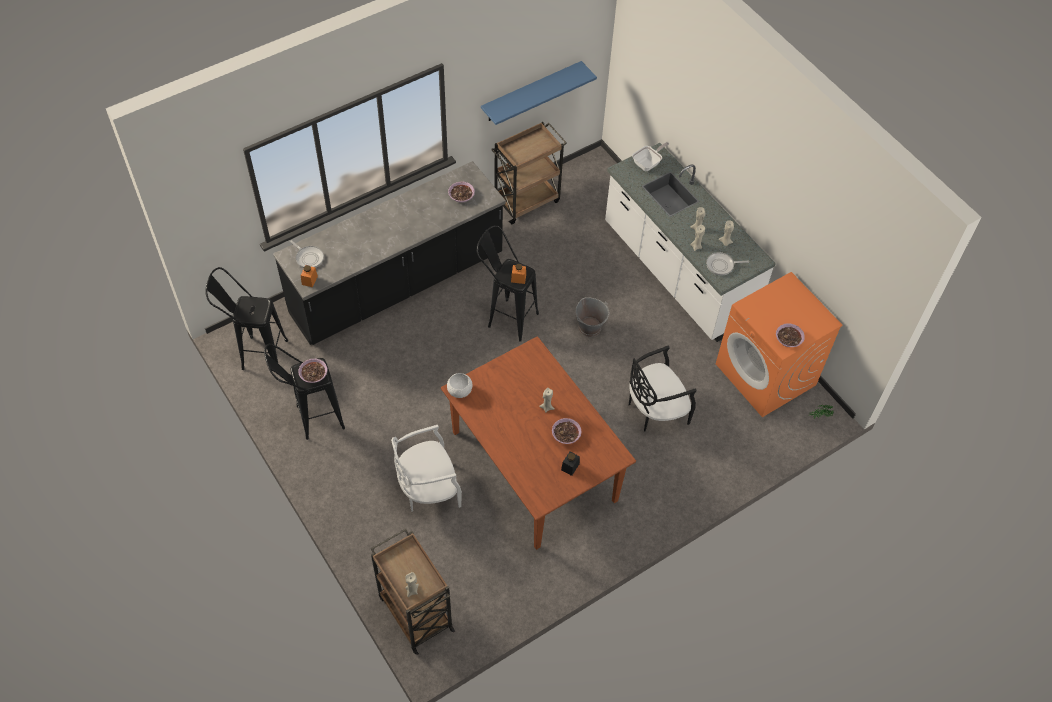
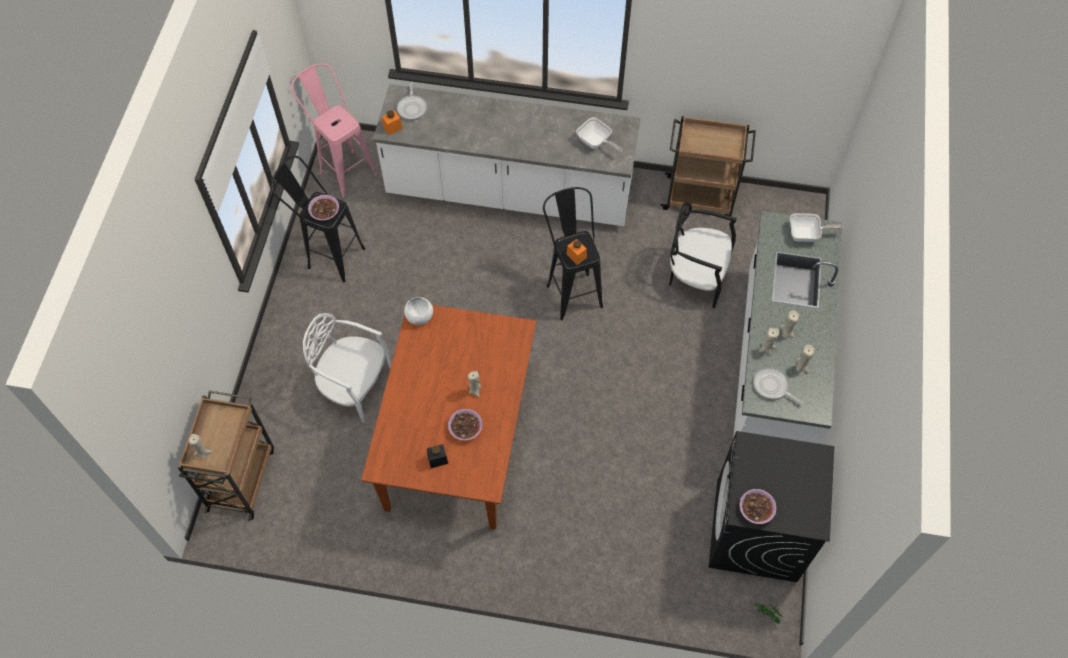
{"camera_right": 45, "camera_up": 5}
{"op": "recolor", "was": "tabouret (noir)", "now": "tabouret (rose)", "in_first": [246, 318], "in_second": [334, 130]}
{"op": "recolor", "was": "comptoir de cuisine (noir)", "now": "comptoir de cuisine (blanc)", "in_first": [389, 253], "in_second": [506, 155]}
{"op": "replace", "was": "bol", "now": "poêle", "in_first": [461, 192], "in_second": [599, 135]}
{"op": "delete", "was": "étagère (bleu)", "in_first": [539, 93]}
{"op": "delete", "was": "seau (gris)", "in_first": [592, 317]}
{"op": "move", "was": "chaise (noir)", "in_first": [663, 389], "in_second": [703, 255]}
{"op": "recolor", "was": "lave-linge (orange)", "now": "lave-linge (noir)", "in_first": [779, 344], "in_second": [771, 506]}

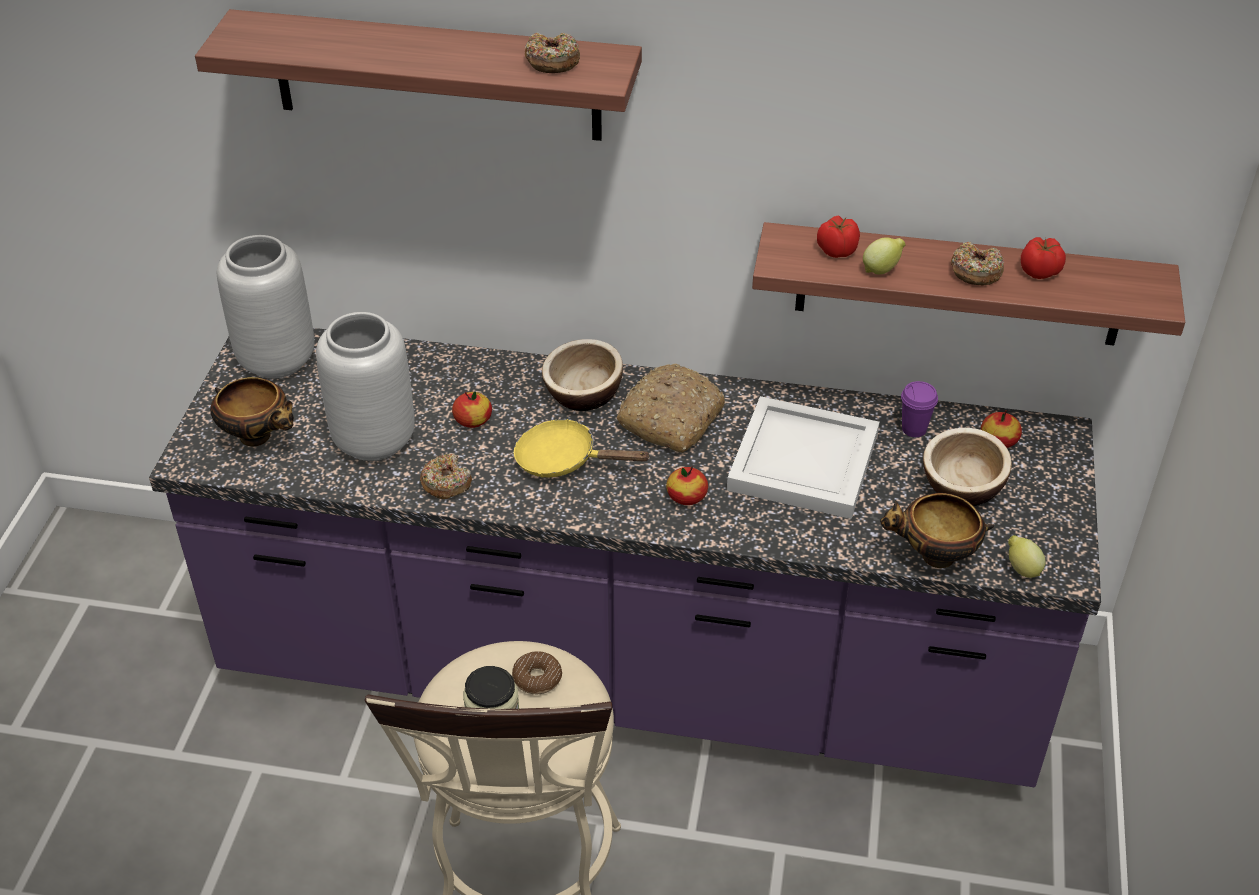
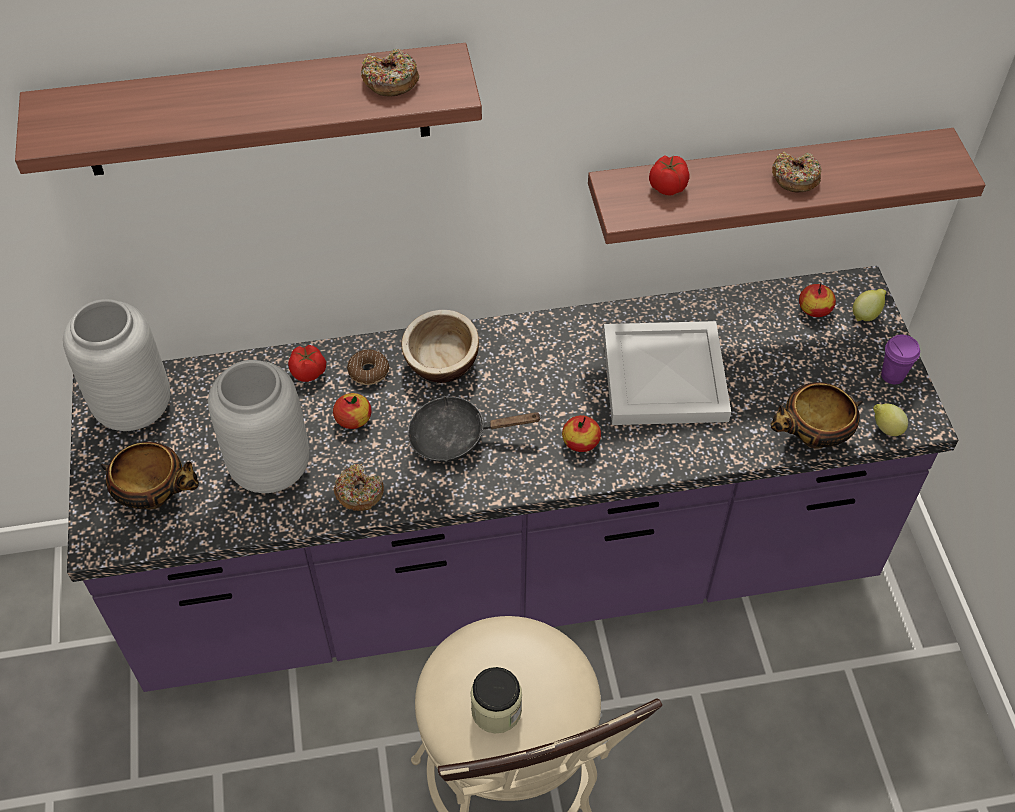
{"camera_right": -20, "camera_up": 10}
{"op": "move", "was": "beignet", "in_first": [537, 672], "in_second": [368, 367]}
{"op": "recolor", "was": "poêle (jaune)", "now": "poêle (noir)", "in_first": [582, 448], "in_second": [474, 429]}
{"op": "delete", "was": "pain", "in_first": [671, 408]}
{"op": "move", "was": "citron", "in_first": [884, 256], "in_second": [869, 305]}
{"op": "move", "was": "tasse (violet)", "in_first": [919, 409], "in_second": [900, 359]}
{"op": "delete", "was": "bol", "in_first": [967, 467]}
{"op": "move", "was": "tomate", "in_first": [1043, 258], "in_second": [307, 363]}

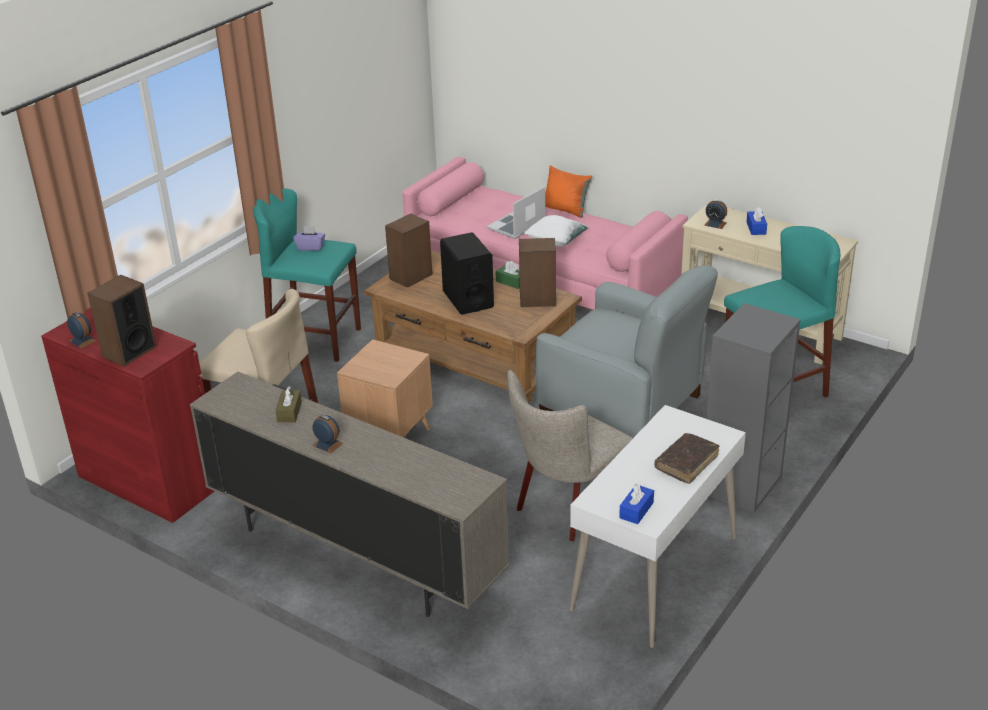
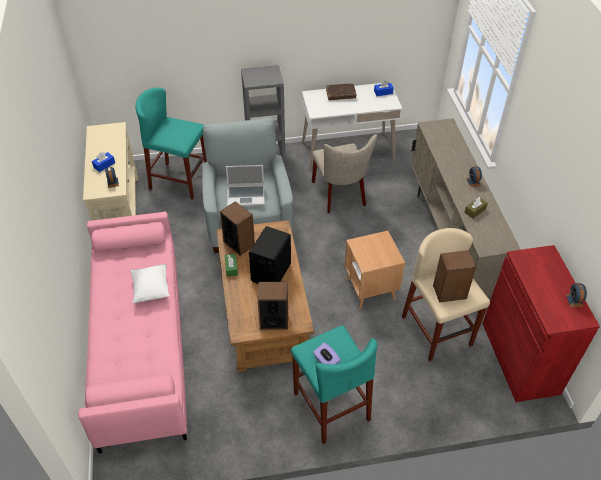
{"camera_right": -135, "camera_up": 15}
{"op": "move", "was": "enceinte", "in_first": [122, 321], "in_second": [454, 276]}
{"op": "move", "was": "ordinateur portable", "in_first": [516, 212], "in_second": [245, 185]}
{"op": "rotate", "was": "chaise (beige)", "in_first": [570, 455], "in_second": [344, 173], "clockwise": 75}
{"op": "delete", "was": "coussin (orange)", "in_first": [568, 191]}

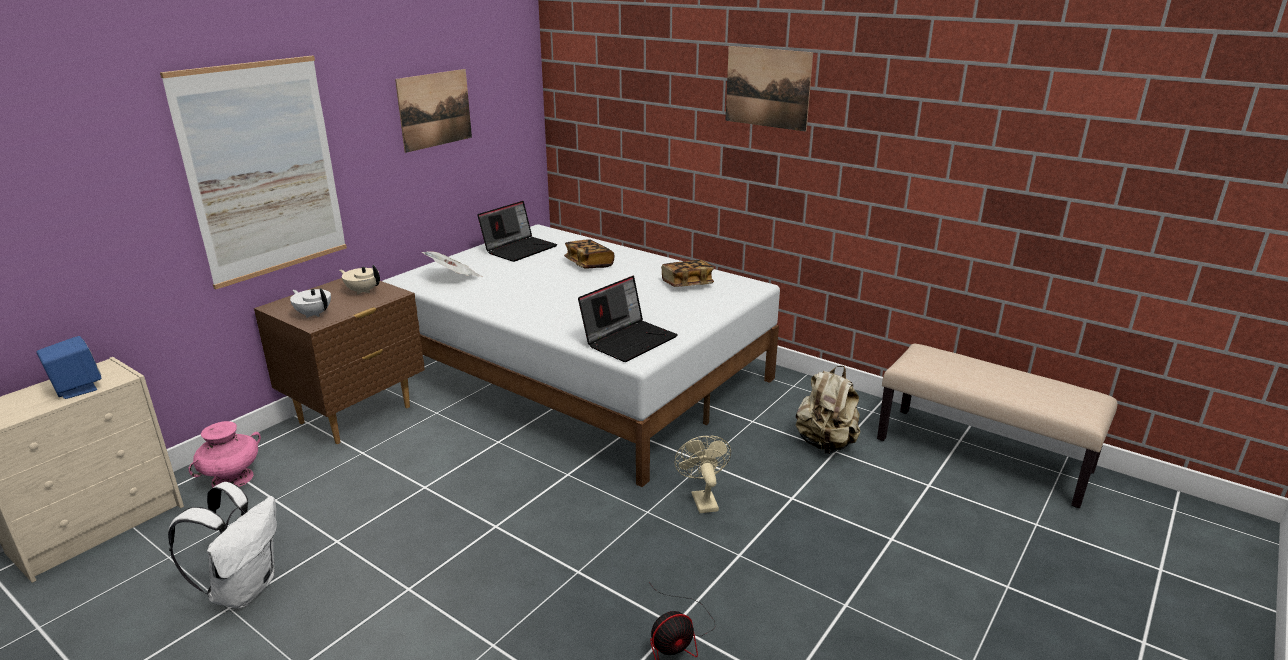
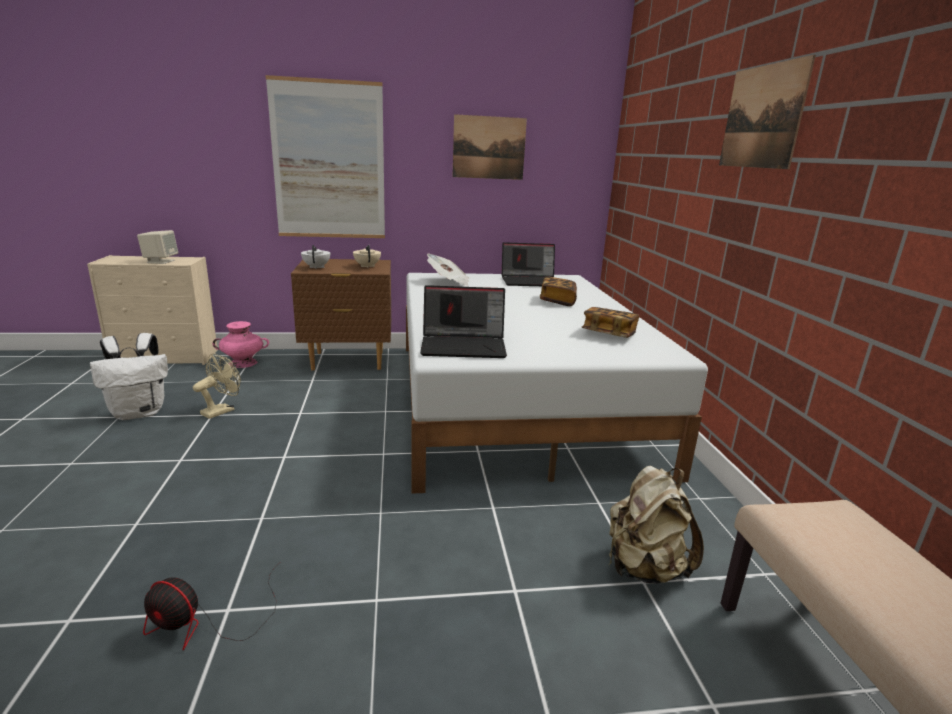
{"camera_right": 45, "camera_up": -5}
{"op": "recolor", "was": "enceinte (bleu)", "now": "enceinte (beige)", "in_first": [69, 367], "in_second": [157, 247]}
{"op": "move", "was": "ventilateur (beige)", "in_first": [702, 474], "in_second": [217, 386]}

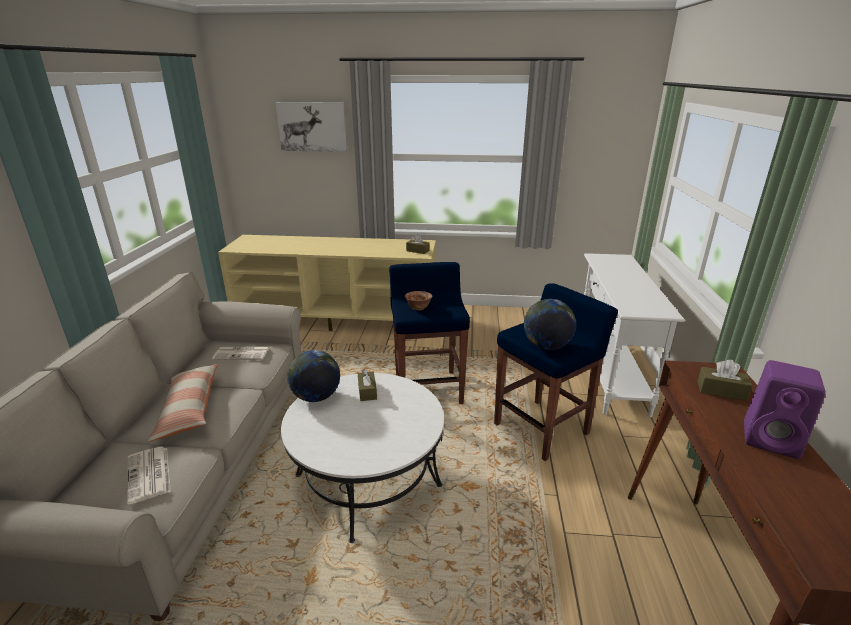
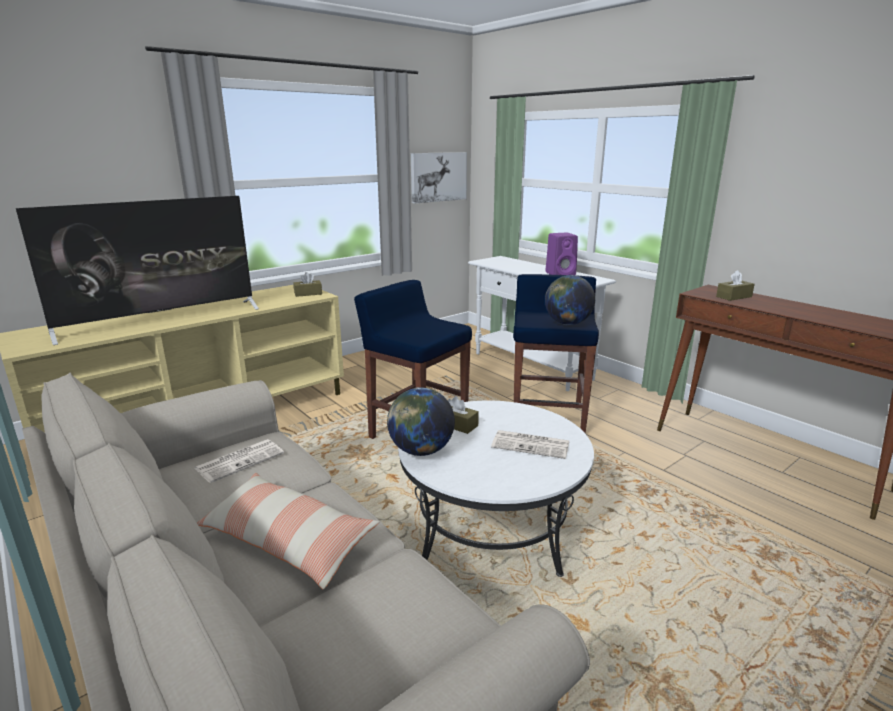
{"camera_right": -45, "camera_up": -5}
{"op": "move", "was": "journal", "in_first": [149, 475], "in_second": [530, 444]}
{"op": "move", "was": "tableau", "in_first": [311, 127], "in_second": [439, 178]}
{"op": "delete", "was": "bol", "in_first": [419, 301]}
{"op": "move", "was": "enceinte (violet)", "in_first": [785, 409], "in_second": [561, 254]}
{"op": "insert", "now": "téléviseur", "in_second": [137, 270]}

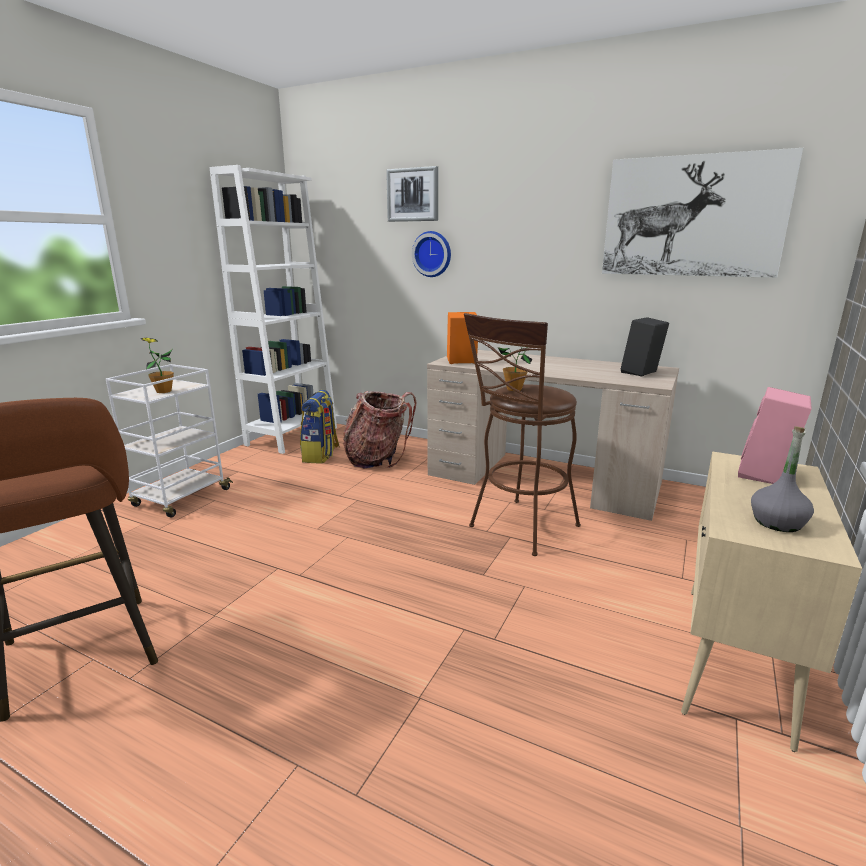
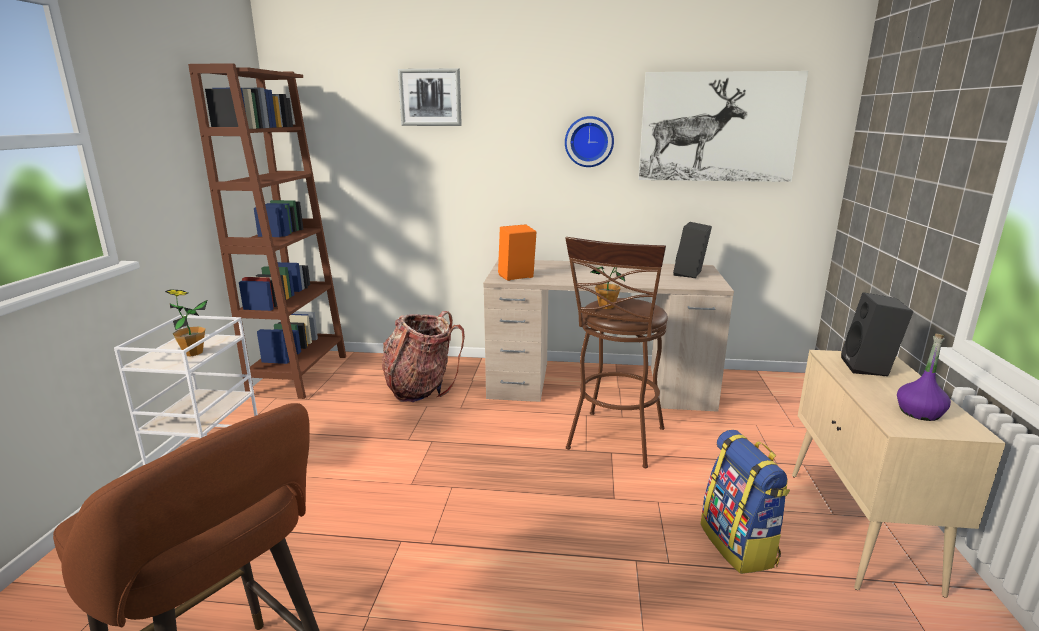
{"camera_right": -20, "camera_up": 0}
{"op": "recolor", "was": "bibliothèque (blanc)", "now": "bibliothèque (marron)", "in_first": [273, 309], "in_second": [267, 231]}
{"op": "move", "was": "sac à dos", "in_first": [320, 427], "in_second": [745, 502]}
{"op": "move", "was": "horloge murale", "in_first": [431, 254], "in_second": [589, 141]}
{"op": "recolor", "was": "enceinte (rose)", "now": "enceinte (noir)", "in_first": [775, 435], "in_second": [877, 334]}
{"op": "recolor", "was": "bouteille (gris)", "now": "bouteille (violet)", "in_first": [782, 479], "in_second": [924, 377]}

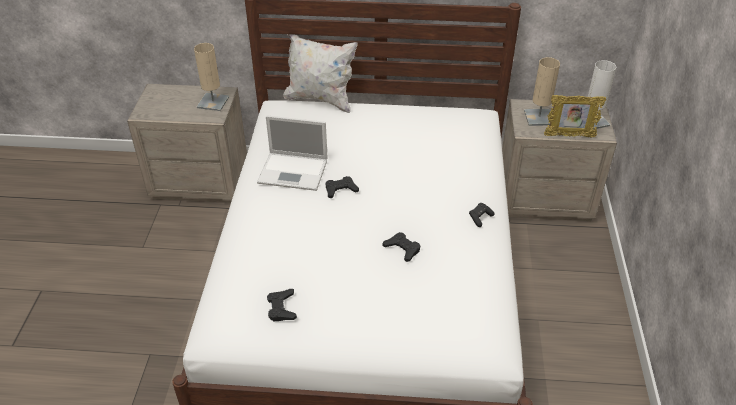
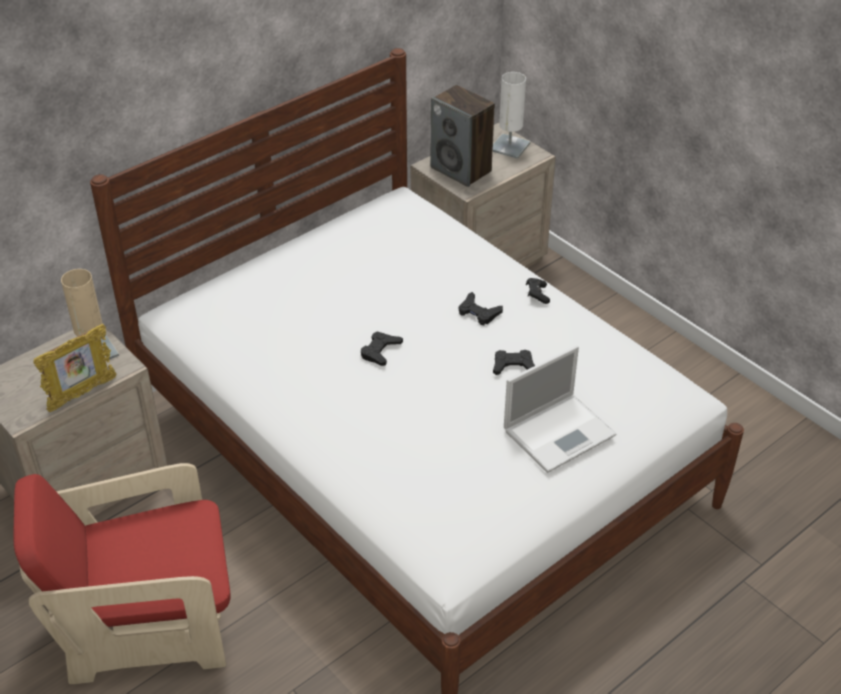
{"camera_right": -45, "camera_up": 0}
{"op": "move", "was": "ordinateur portable", "in_first": [292, 153], "in_second": [560, 409]}
{"op": "move", "was": "manette (noir)", "in_first": [282, 305], "in_second": [481, 308]}
{"op": "delete", "was": "coussin (blanc)", "in_first": [320, 73]}
{"op": "replace", "was": "lampe de table (beige)", "now": "enceinte", "in_first": [542, 91], "in_second": [463, 136]}
{"op": "move", "was": "cadre photo", "in_first": [575, 116], "in_second": [74, 368]}
{"op": "insert", "now": "fauteuil (rouge)", "in_second": [122, 573]}

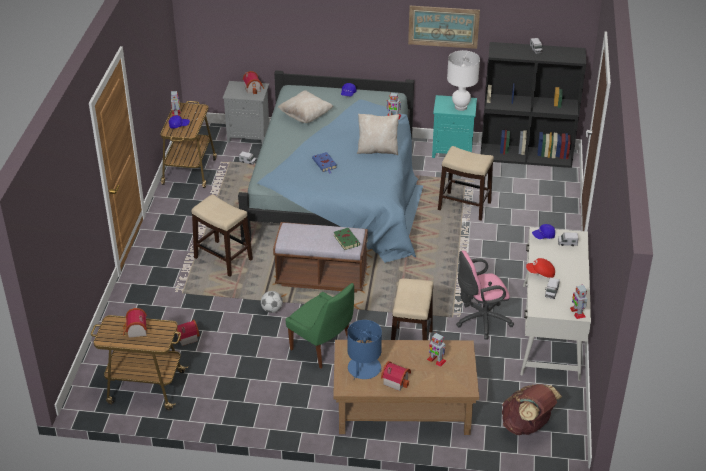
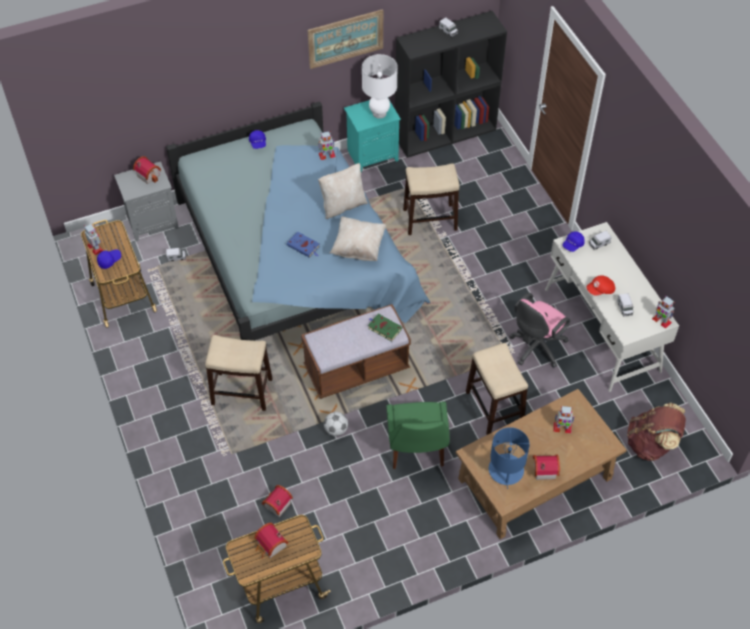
{"camera_right": -30, "camera_up": 15}
{"op": "move", "was": "coussin (beige)", "in_first": [305, 106], "in_second": [358, 239]}
{"op": "rotate", "was": "chaise (vert)", "in_first": [319, 326], "in_second": [418, 435], "clockwise": 75}

